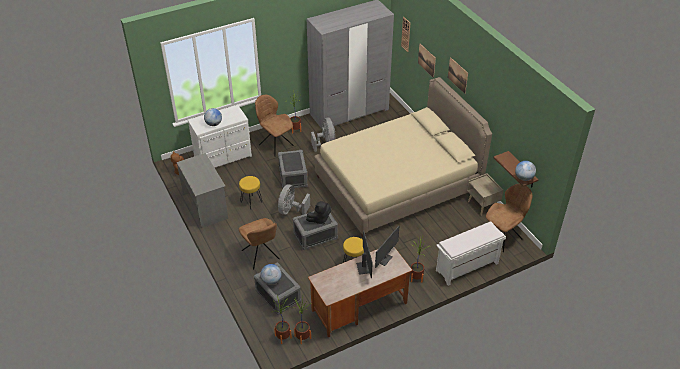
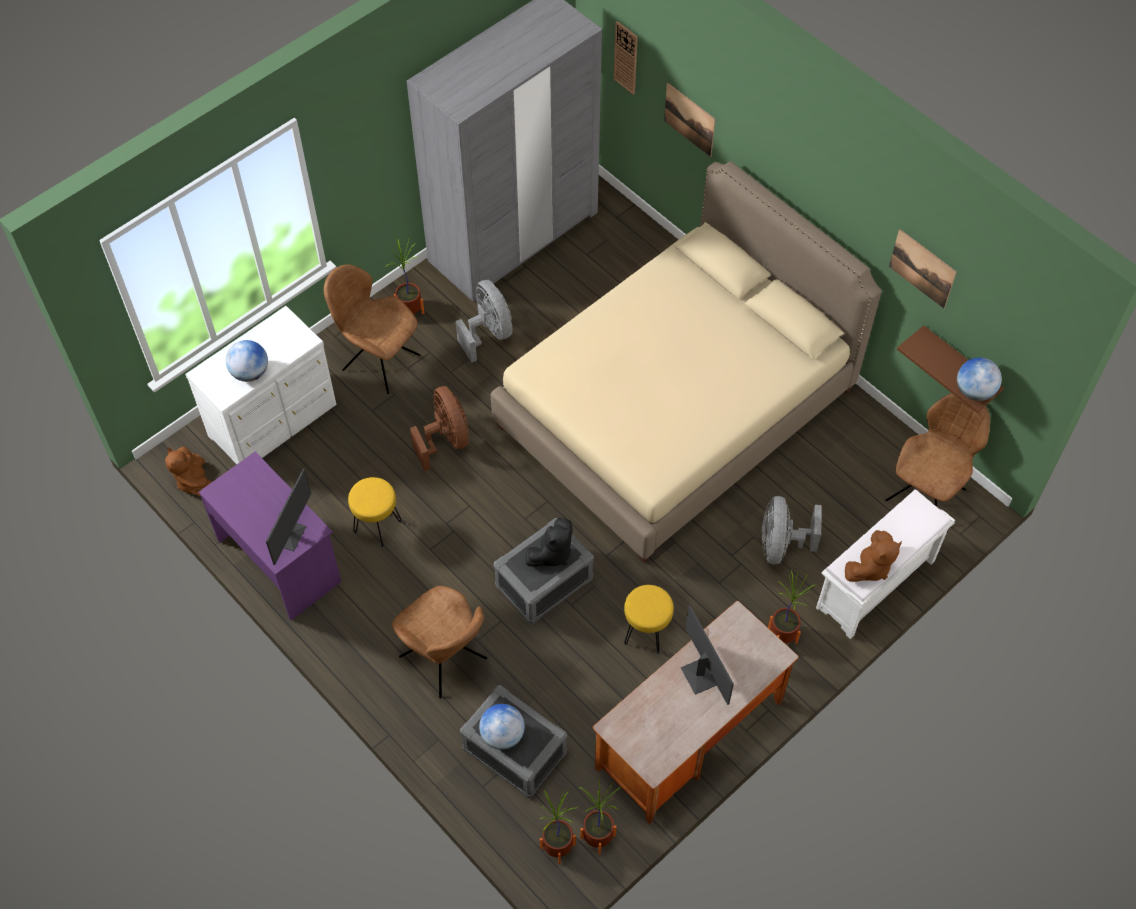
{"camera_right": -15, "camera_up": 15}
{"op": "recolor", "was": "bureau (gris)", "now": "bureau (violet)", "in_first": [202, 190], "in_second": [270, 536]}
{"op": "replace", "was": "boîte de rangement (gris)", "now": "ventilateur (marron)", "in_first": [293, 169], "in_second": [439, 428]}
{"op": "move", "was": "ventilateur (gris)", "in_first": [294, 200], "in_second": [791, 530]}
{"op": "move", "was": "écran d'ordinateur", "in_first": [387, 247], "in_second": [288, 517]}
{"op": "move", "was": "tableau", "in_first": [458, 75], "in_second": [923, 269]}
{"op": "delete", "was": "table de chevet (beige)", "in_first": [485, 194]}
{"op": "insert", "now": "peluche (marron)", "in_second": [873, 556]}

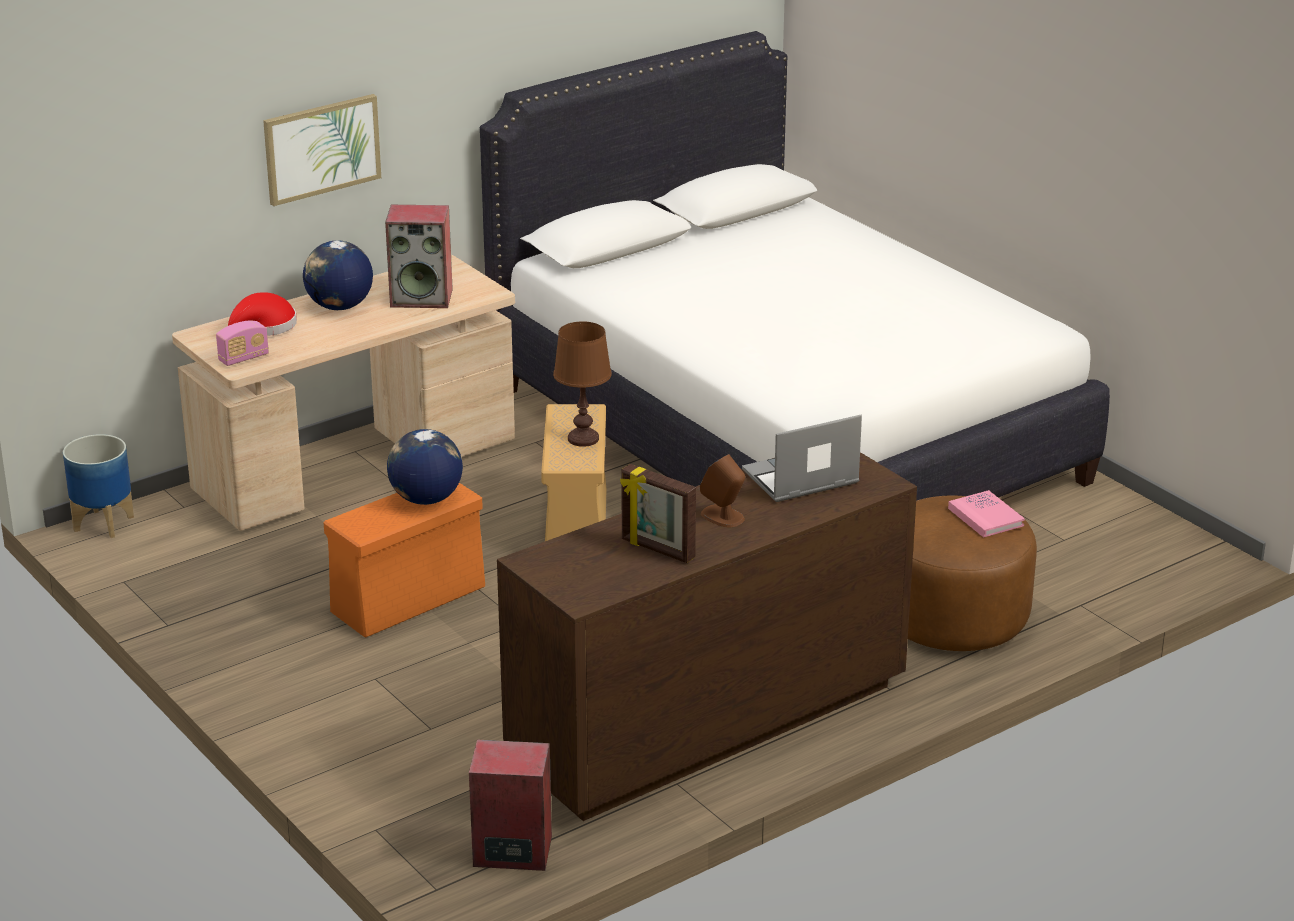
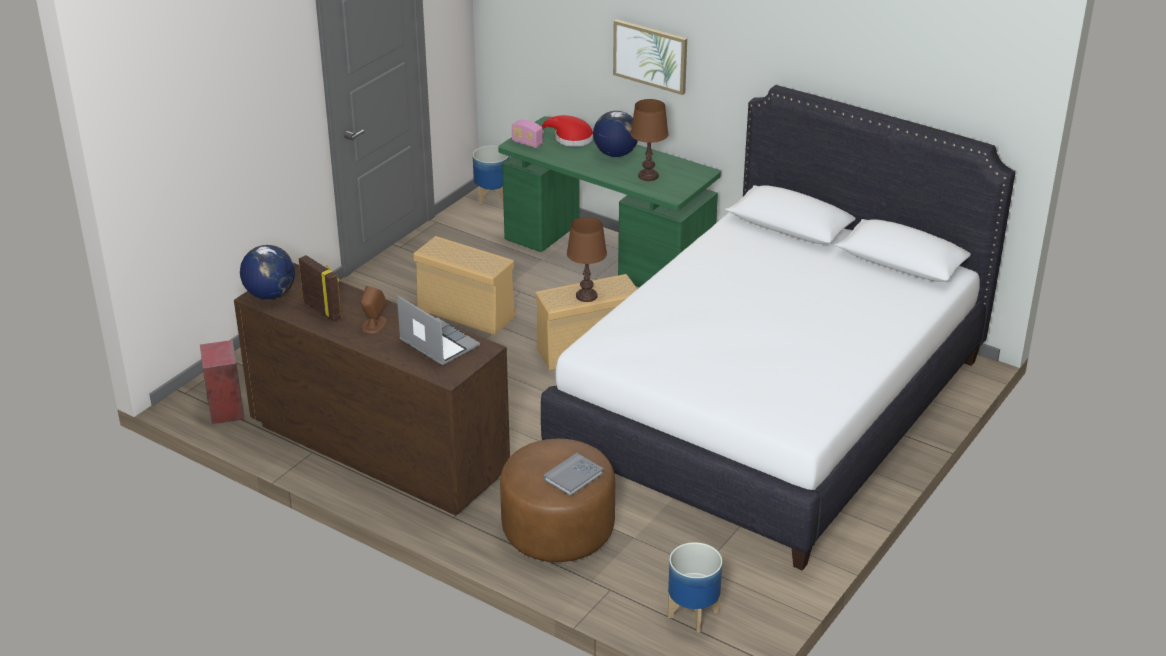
{"camera_right": 70, "camera_up": 5}
{"op": "recolor", "was": "bureau (beige)", "now": "bureau (vert)", "in_first": [343, 392], "in_second": [609, 201]}
{"op": "recolor", "was": "boîte de rangement (orange)", "now": "boîte de rangement (beige)", "in_first": [404, 560], "in_second": [464, 285]}
{"op": "replace", "was": "enceinte", "now": "lampe de table (marron)", "in_first": [419, 256], "in_second": [649, 140]}
{"op": "move", "was": "globe", "in_first": [425, 467], "in_second": [267, 272]}
{"op": "rotate", "was": "cadre photo", "in_first": [658, 513], "in_second": [320, 288], "clockwise": 120}
{"op": "recolor", "was": "livre (rose)", "now": "livre (gris)", "in_first": [986, 514], "in_second": [574, 474]}
{"op": "insert", "now": "cache-pot", "in_second": [695, 587]}

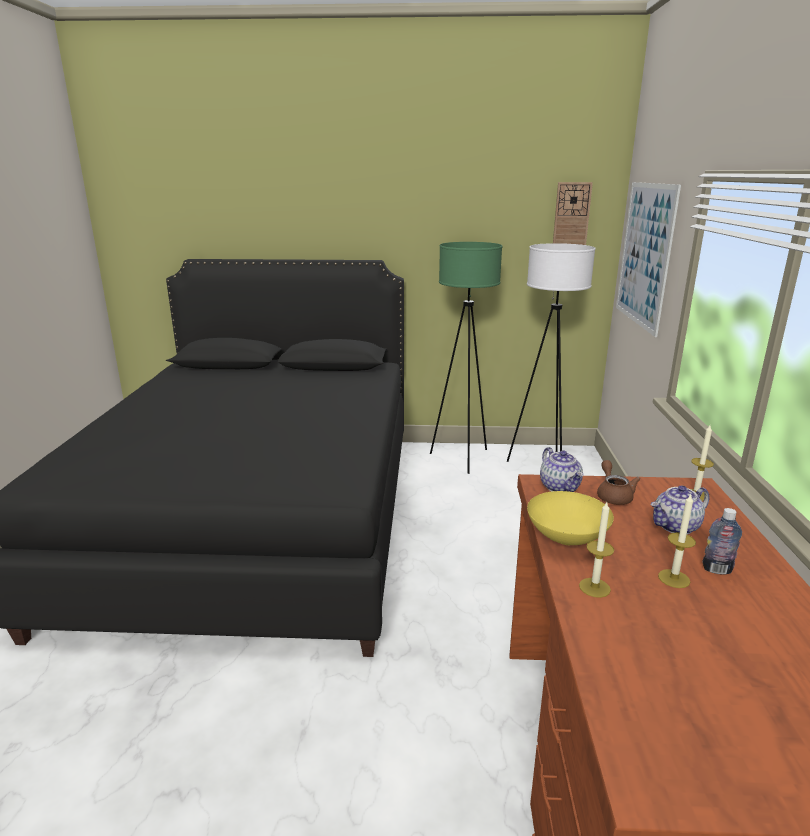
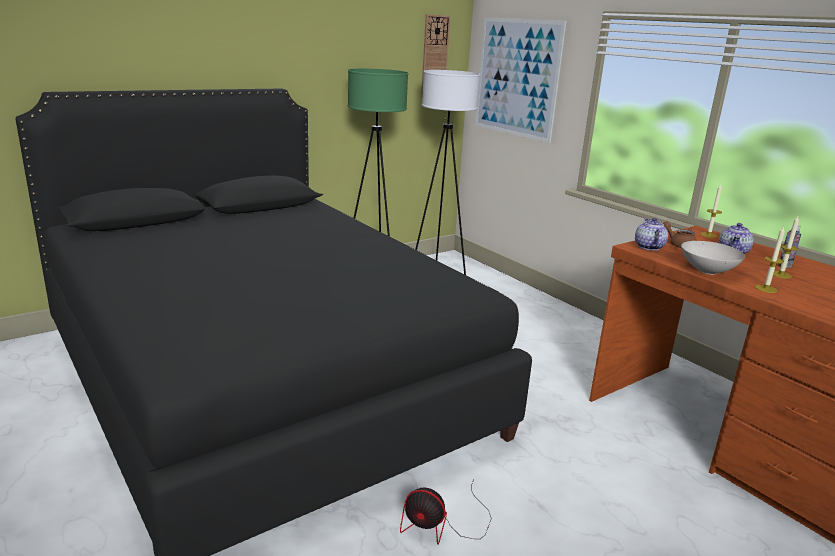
{"camera_right": -40, "camera_up": 0}
{"op": "recolor", "was": "bol (jaune)", "now": "bol (blanc)", "in_first": [570, 518], "in_second": [713, 257]}
{"op": "rotate", "was": "théière", "in_first": [562, 469], "in_second": [651, 234], "clockwise": -120}
{"op": "insert", "now": "ventilateur", "in_second": [446, 512]}

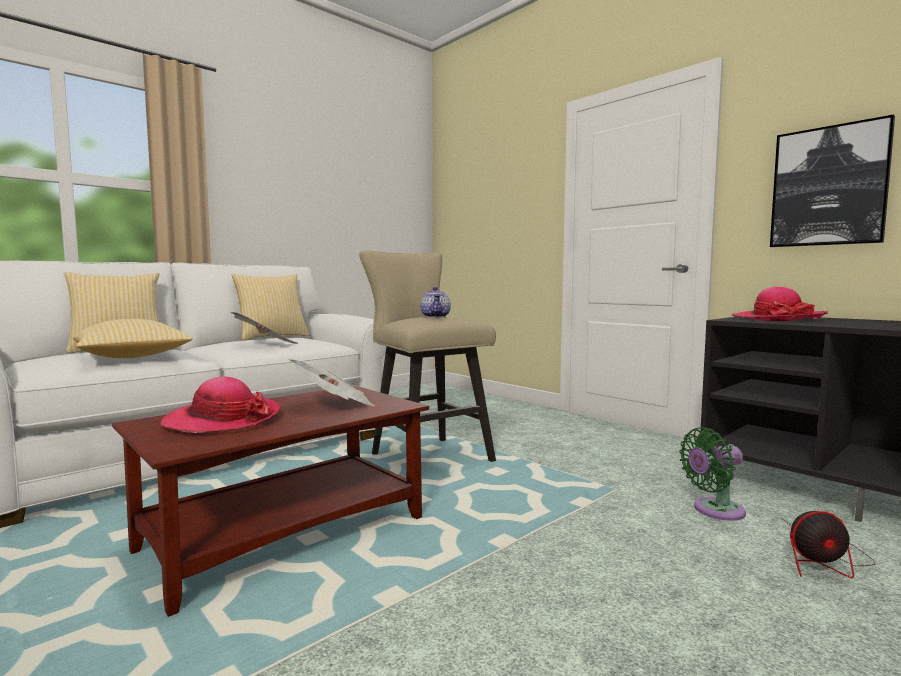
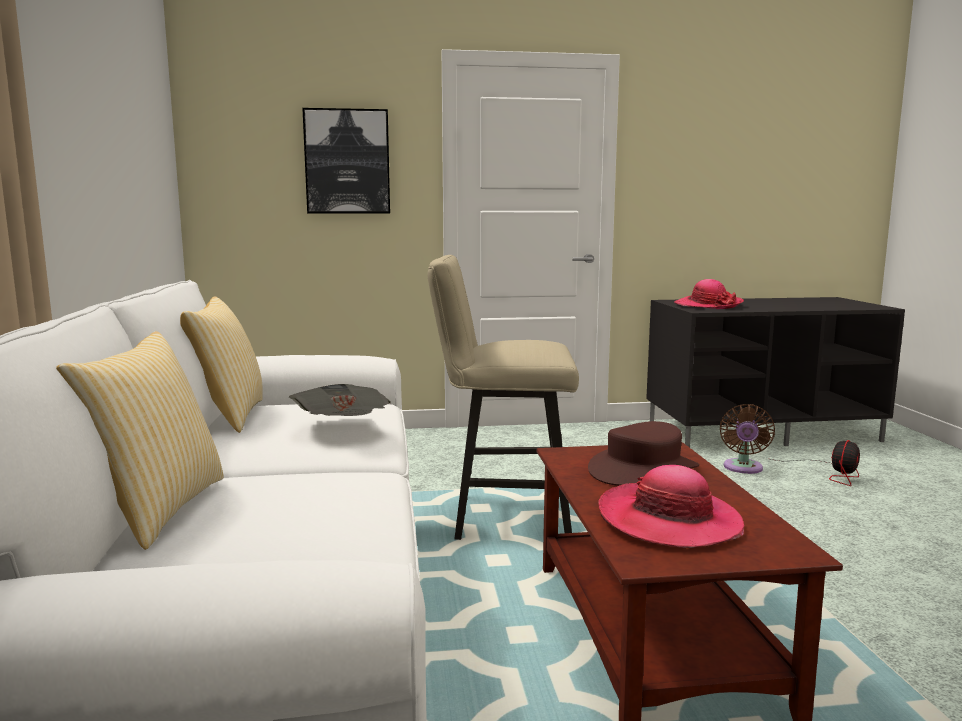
{"camera_right": -55, "camera_up": 5}
{"op": "delete", "was": "coussin", "in_first": [133, 338]}
{"op": "replace", "was": "journal", "now": "chapeau (marron)", "in_first": [331, 382], "in_second": [643, 453]}
{"op": "delete", "was": "théière", "in_first": [435, 302]}
{"op": "recolor", "was": "ventilateur (vert)", "now": "ventilateur (marron)", "in_first": [712, 474], "in_second": [747, 439]}
{"op": "move", "was": "tableau", "in_first": [832, 181], "in_second": [346, 161]}

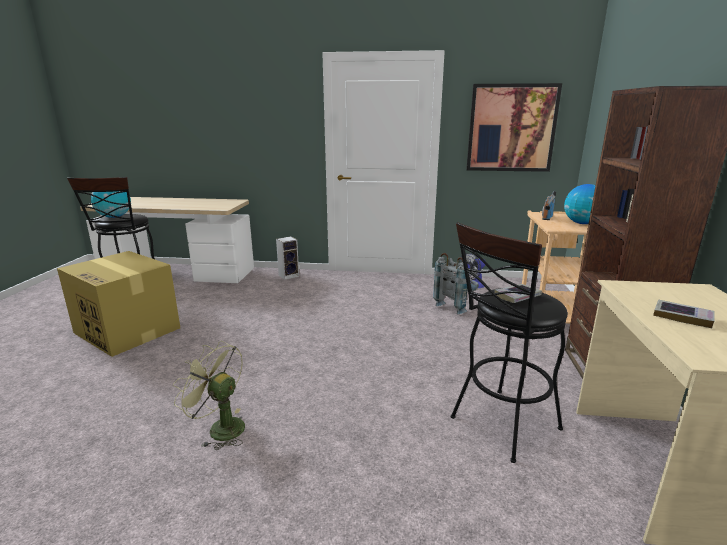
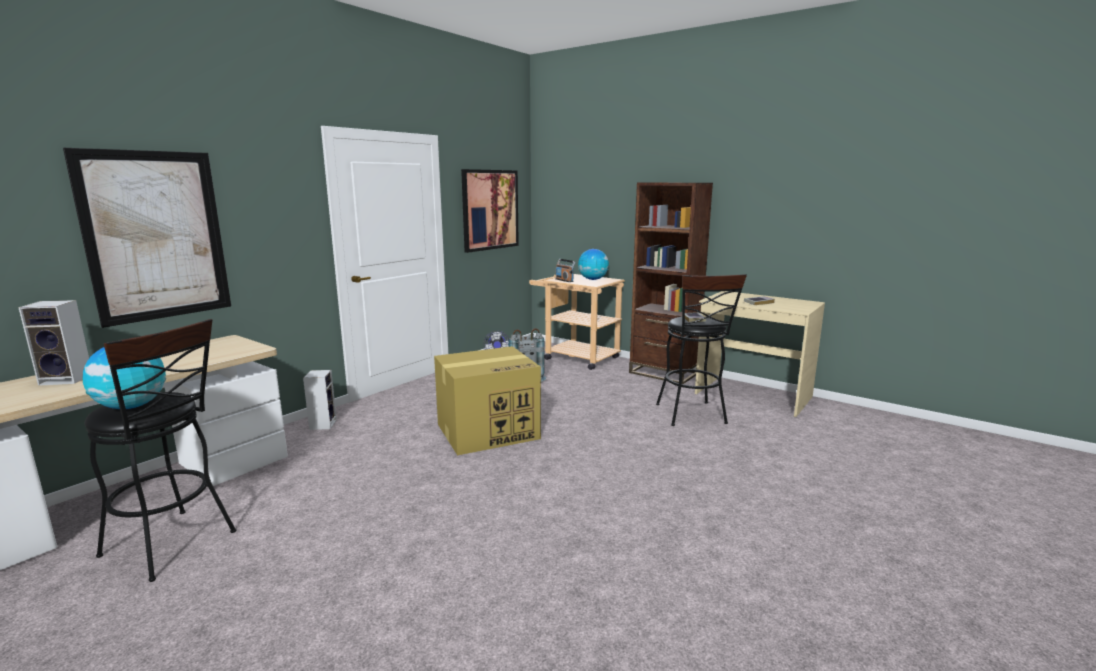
{"camera_right": -60, "camera_up": -5}
{"op": "move", "was": "carton", "in_first": [118, 304], "in_second": [487, 400]}
{"op": "delete", "was": "ventilateur (vert)", "in_first": [209, 395]}
{"op": "insert", "now": "enceinte", "in_second": [53, 343]}
{"op": "insert", "now": "tableau", "in_second": [147, 238]}

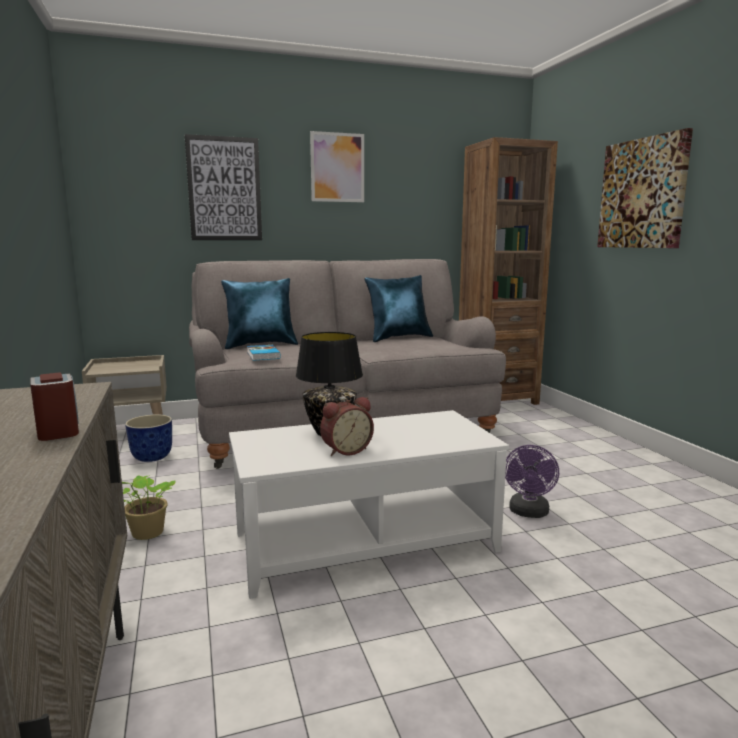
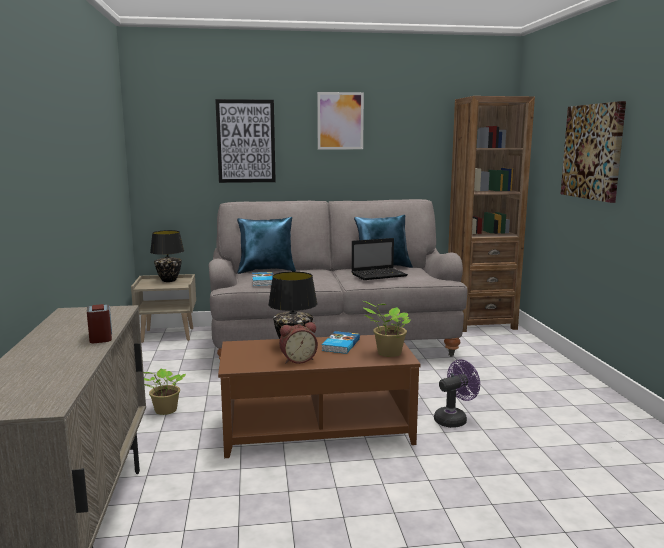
{"camera_right": 10, "camera_up": 0}
{"op": "delete", "was": "cache-pot", "in_first": [148, 438]}
{"op": "recolor", "was": "table basse (blanc)", "now": "table basse (marron)", "in_first": [369, 504], "in_second": [319, 396]}
{"op": "rotate", "was": "ventilateur (violet)", "in_first": [532, 481], "in_second": [457, 394], "clockwise": -150}
{"op": "insert", "now": "lampe de table (noir)", "in_second": [167, 256]}
{"op": "insert", "now": "livre", "in_second": [340, 342]}
{"op": "insert", "now": "ordinateur portable", "in_second": [380, 259]}
{"op": "insert", "now": "plante en pot", "in_second": [387, 329]}

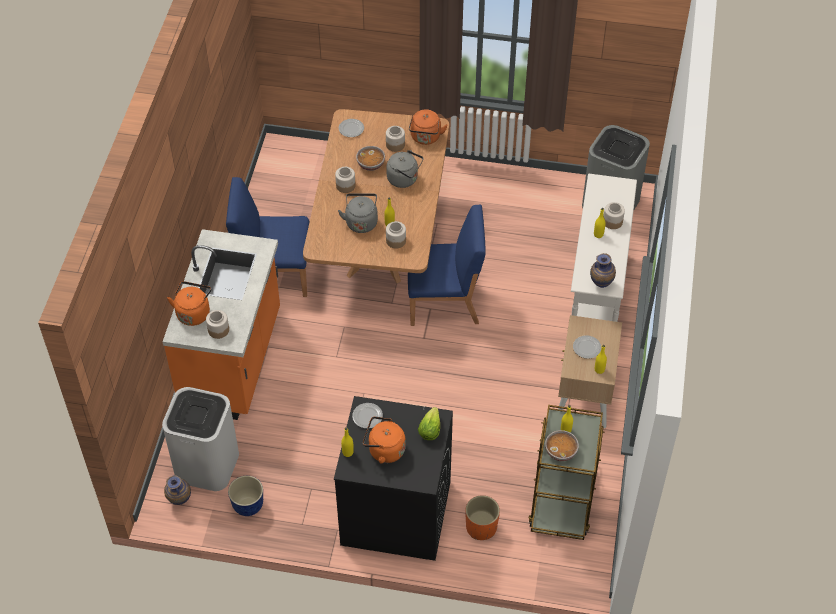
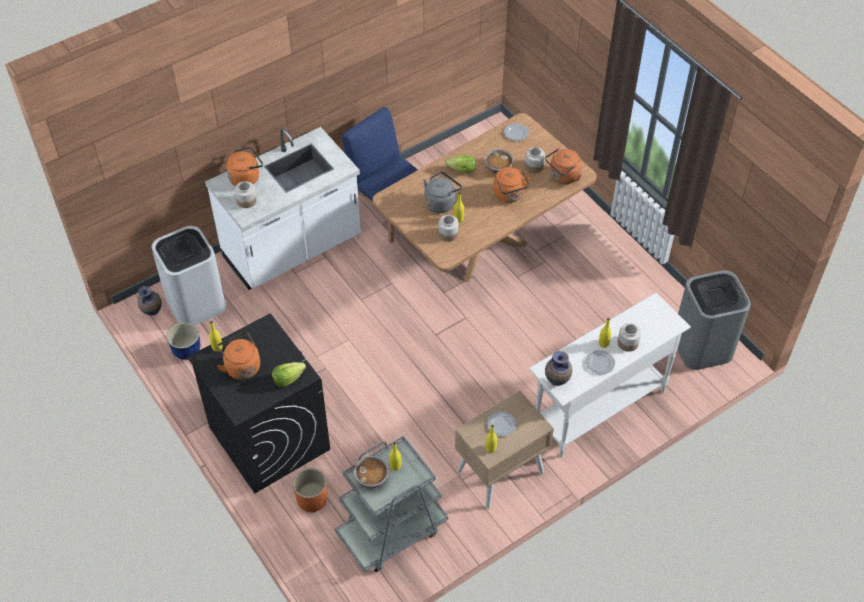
{"camera_right": 45, "camera_up": 0}
{"op": "recolor", "was": "comptoir de cuisine (orange)", "now": "comptoir de cuisine (blanc)", "in_first": [221, 324], "in_second": [283, 208]}
{"op": "replace", "was": "bocal", "now": "laitue", "in_first": [345, 180], "in_second": [460, 164]}
{"op": "move", "was": "assiette", "in_first": [367, 415], "in_second": [600, 362]}
{"op": "recolor", "was": "bouilloire (gris)", "now": "bouilloire (orange)", "in_first": [404, 169], "in_second": [511, 185]}
{"op": "delete", "was": "chaise (bleu)", "in_first": [447, 265]}
{"op": "recolor", "was": "chariot (marron)", "now": "chariot (gris)", "in_first": [566, 472], "in_second": [391, 504]}

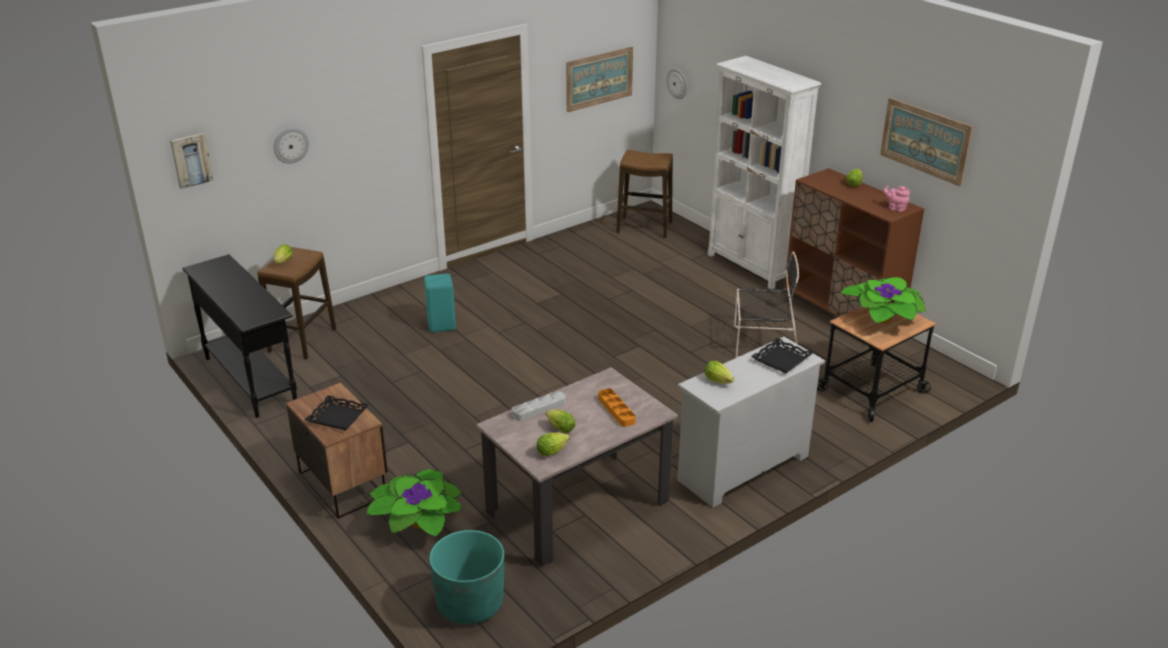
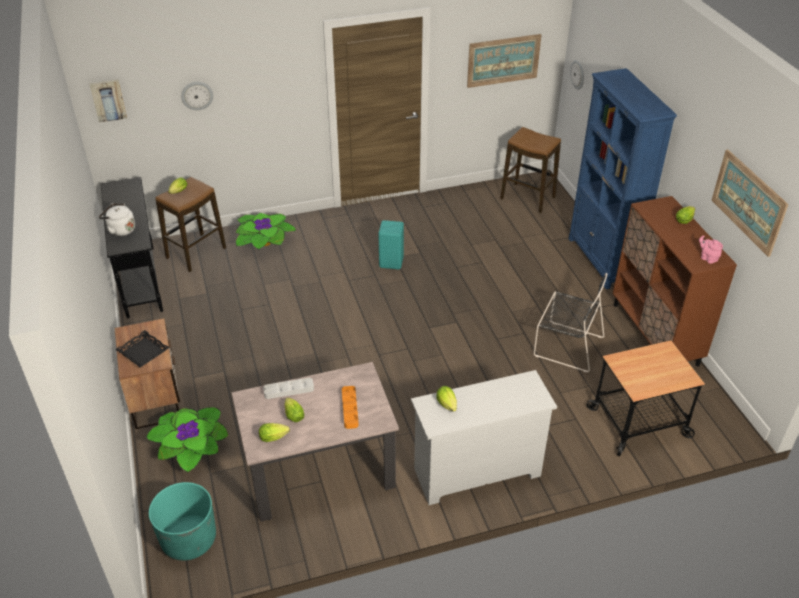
{"camera_right": 20, "camera_up": 10}
{"op": "move", "was": "tabouret (turquoise)", "in_first": [440, 303], "in_second": [391, 244]}
{"op": "recolor", "was": "bibliothèque (blanc)", "now": "bibliothèque (bleu)", "in_first": [764, 172], "in_second": [623, 178]}
{"op": "delete", "was": "plateau (noir)", "in_first": [782, 355]}
{"op": "move", "was": "plante en pot", "in_first": [883, 300], "in_second": [266, 231]}
{"op": "insert", "now": "bouilloire (blanc)", "in_second": [116, 219]}

